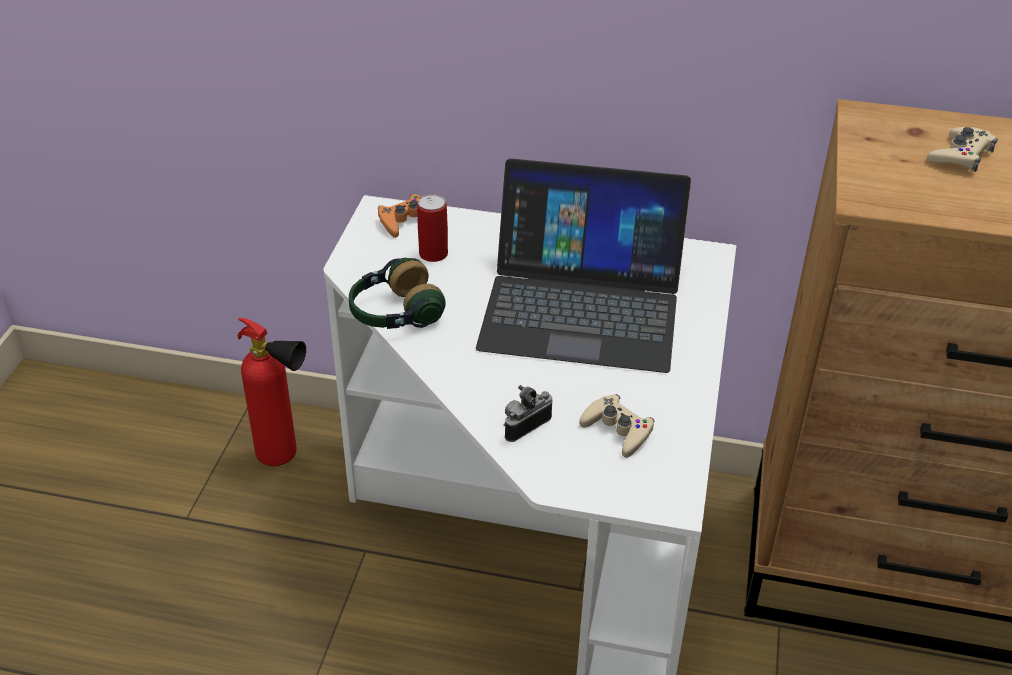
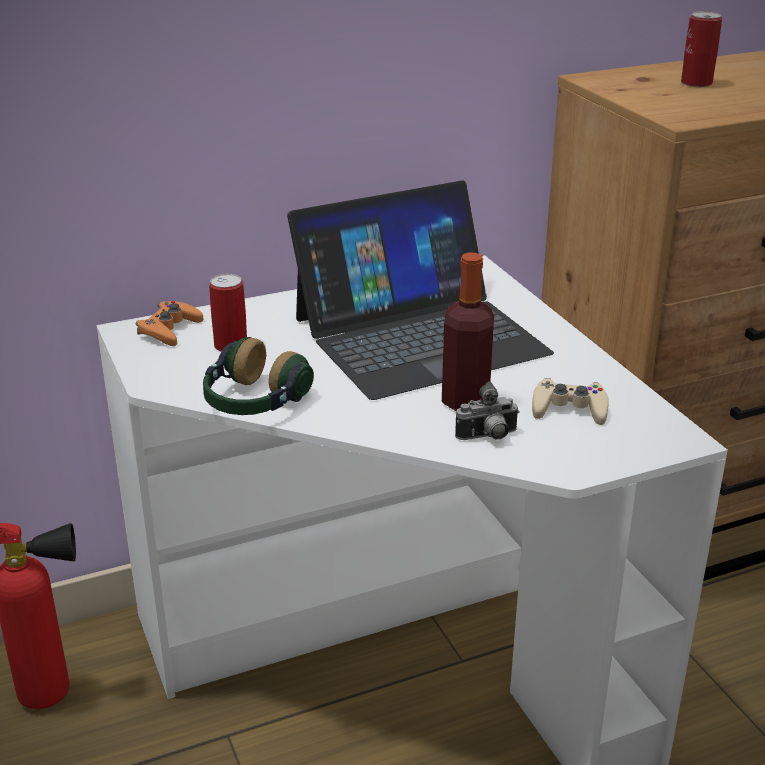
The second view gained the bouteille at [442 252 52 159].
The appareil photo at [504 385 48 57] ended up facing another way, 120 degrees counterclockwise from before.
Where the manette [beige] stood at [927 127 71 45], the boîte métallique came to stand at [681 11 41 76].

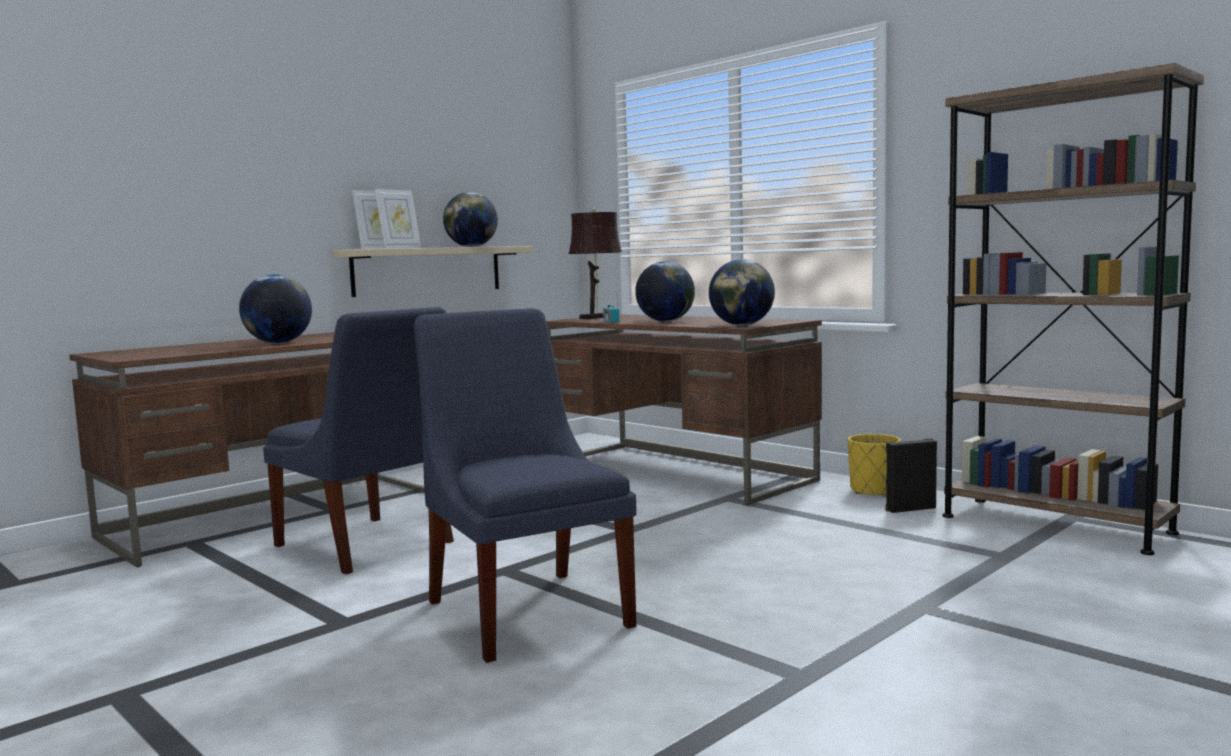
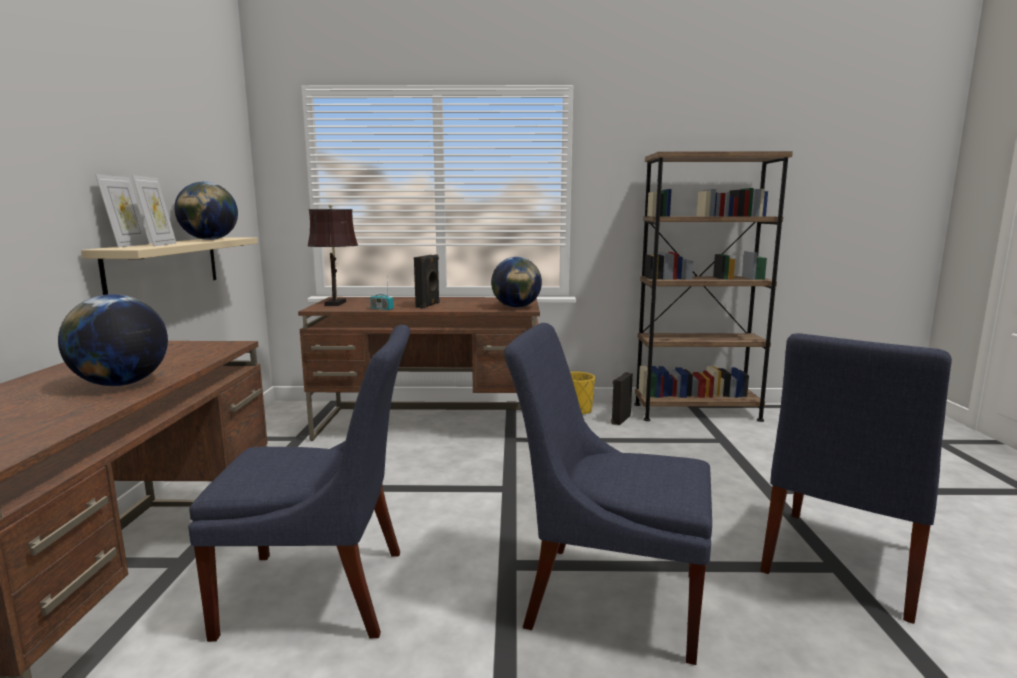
Where the globe stood at [635 261 60 61], the enceinte [noir] came to stand at [414 254 26 55].
The second view gained the chaise [bleu] at [760 333 192 291].

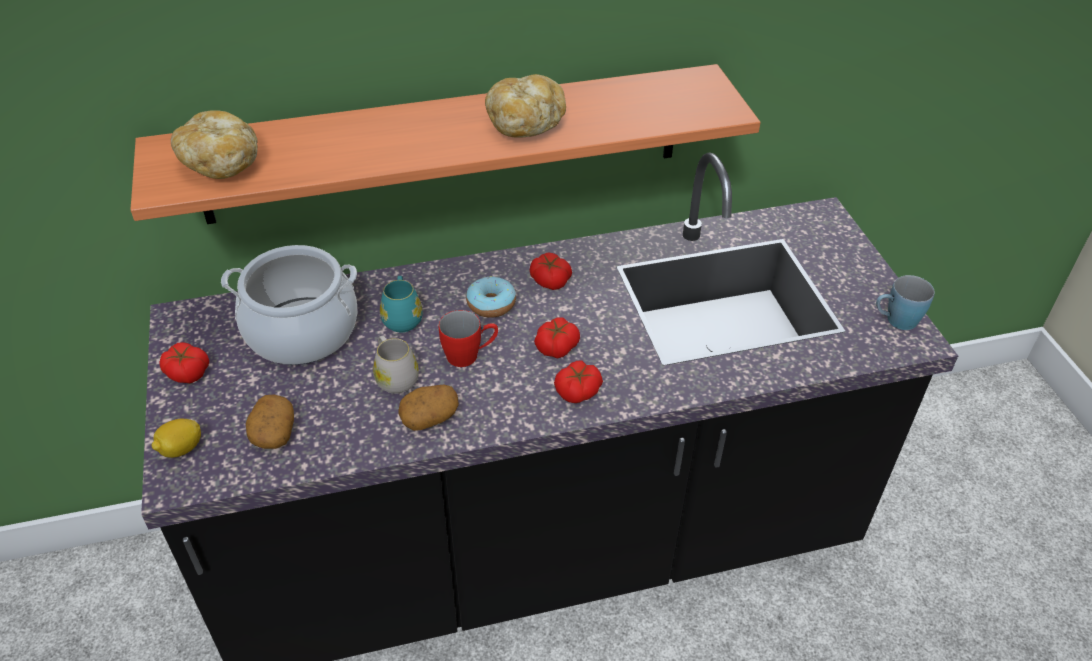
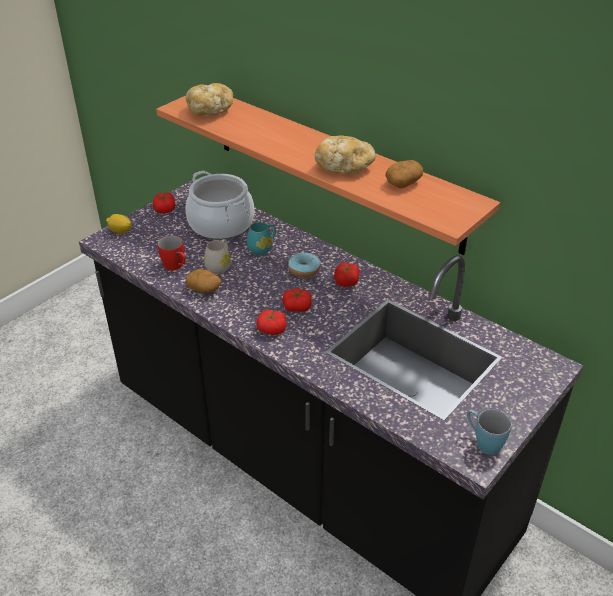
The mug [rouge] ended up elsewhere, having gone from [439 310 59 57] to [158 235 28 36].
The pomme de terre ended up elsewhere, having gone from [246 394 48 55] to [385 160 38 28].

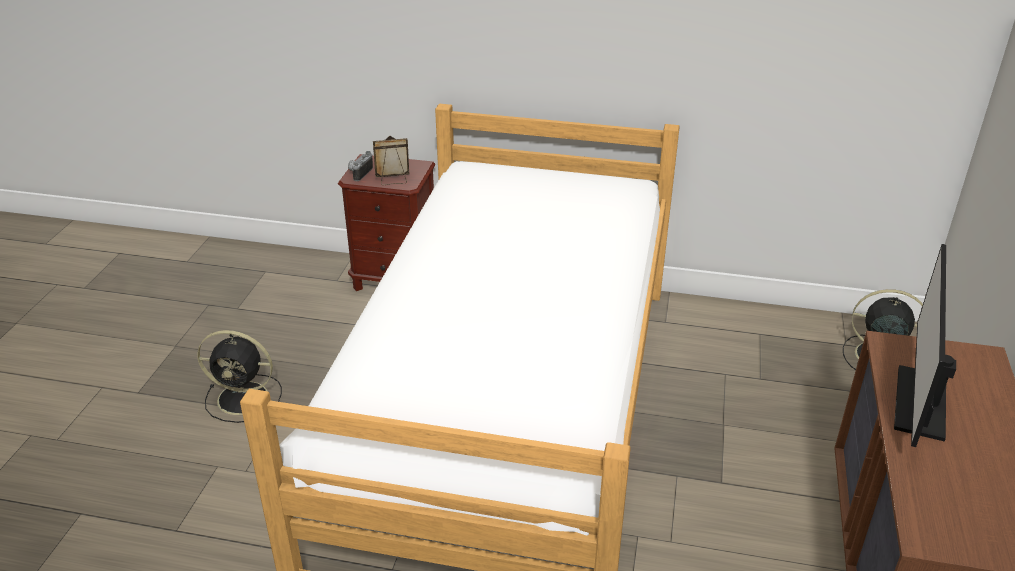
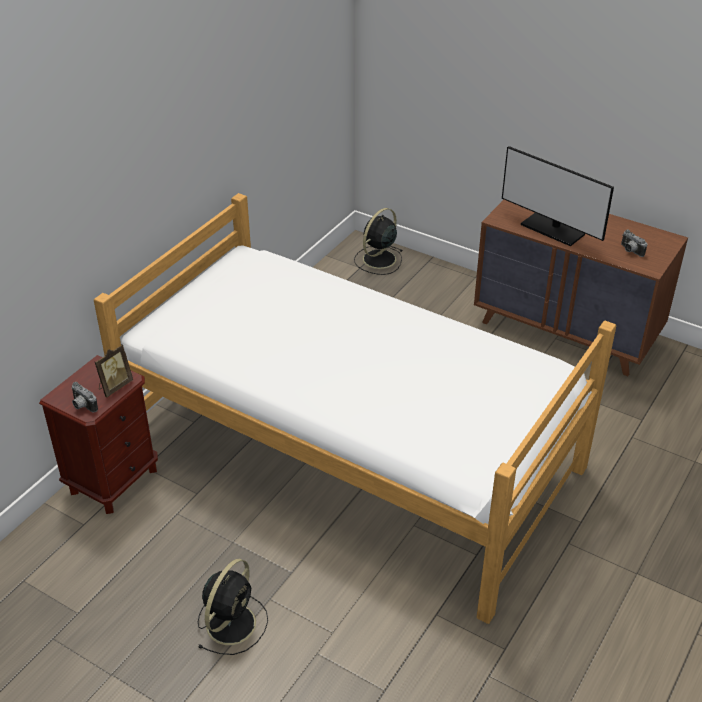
The cadre photo at [373 136 36 49] ended up facing another way, 150 degrees counterclockwise from before.
The second view gained the appareil photo at [621 230 27 27].

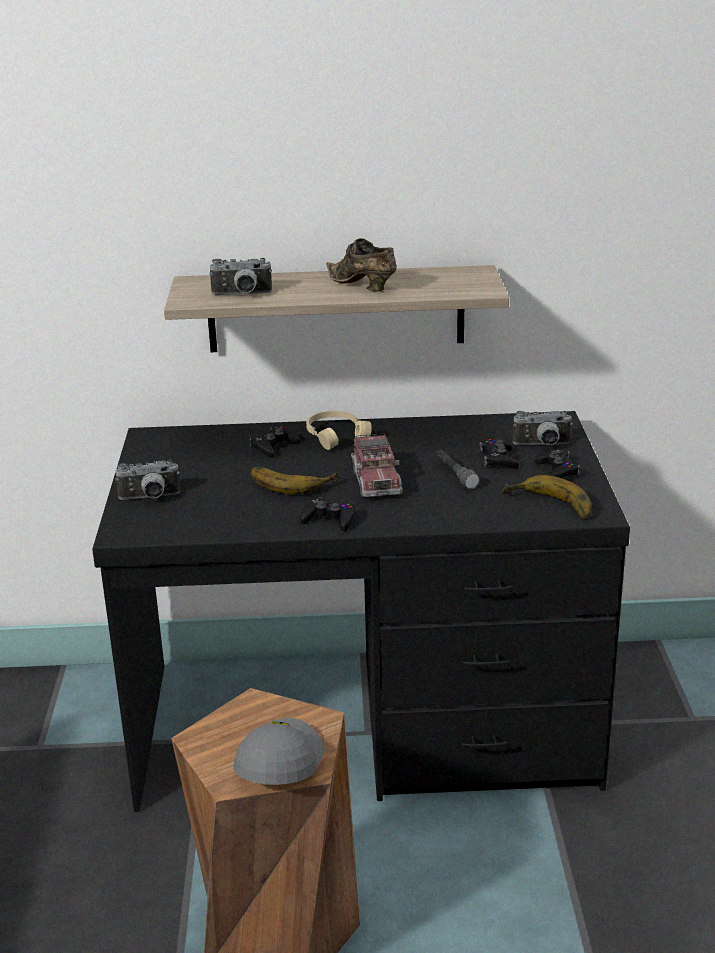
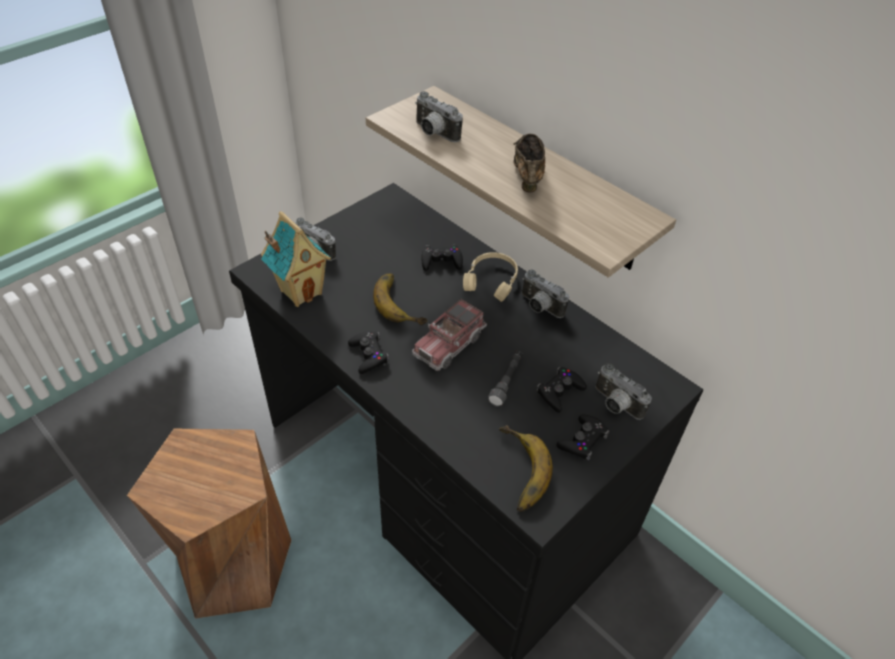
The second view gained the maison miniature at [261 211 70 96].
The second view gained the appareil photo at [522 269 47 49].
The second view lost the casquette [gris] at [233 718 92 67].

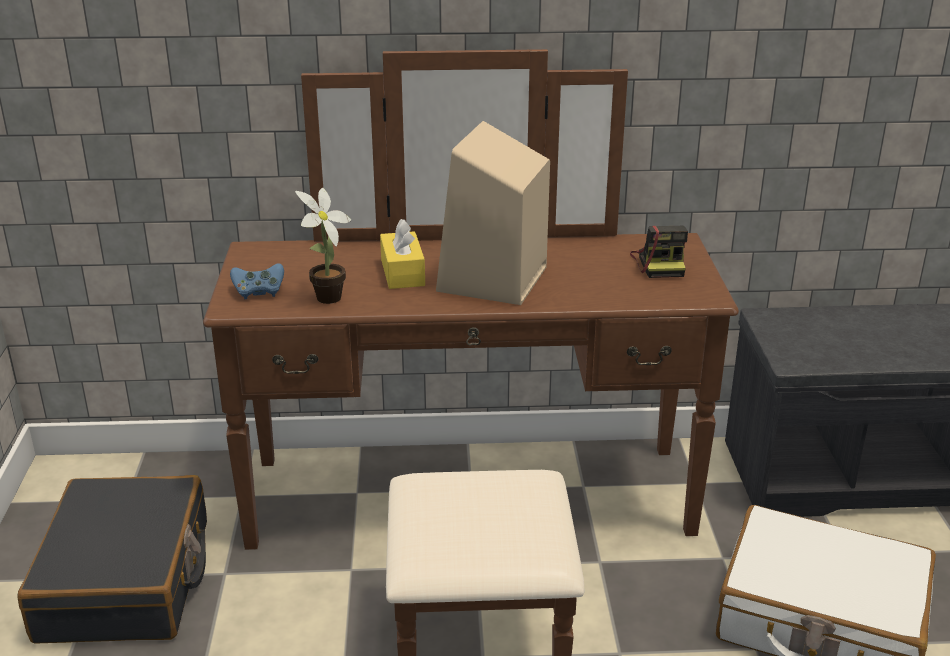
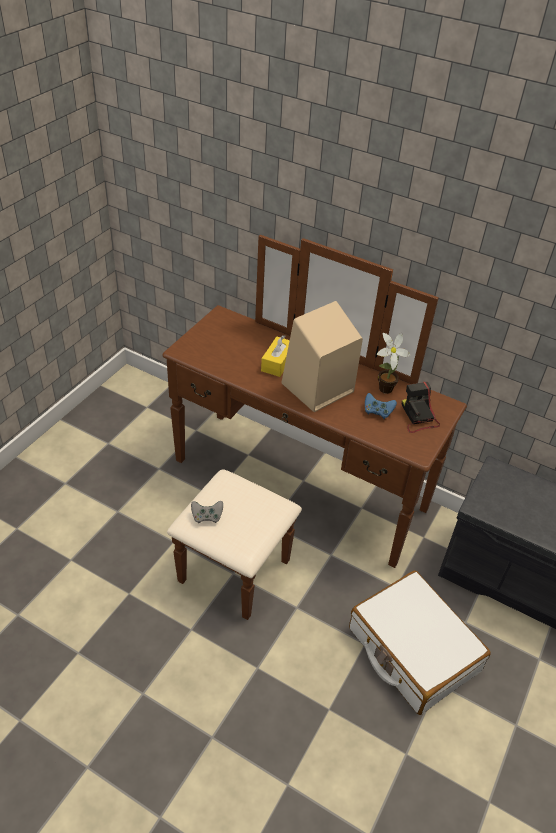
The second view gained the manette [gris] at [191 501 32 22].
The manette [bleu] ended up elsewhere, having gone from [230 263 54 36] to [365 393 32 26].
The plante en pot ended up elsewhere, having gone from [295 188 56 116] to [377 333 33 61].
The appareil photo at [630 225 58 53] ended up facing another way, 135 degrees clockwise from before.
The second view lost the valise [noir] at [17 475 190 169].

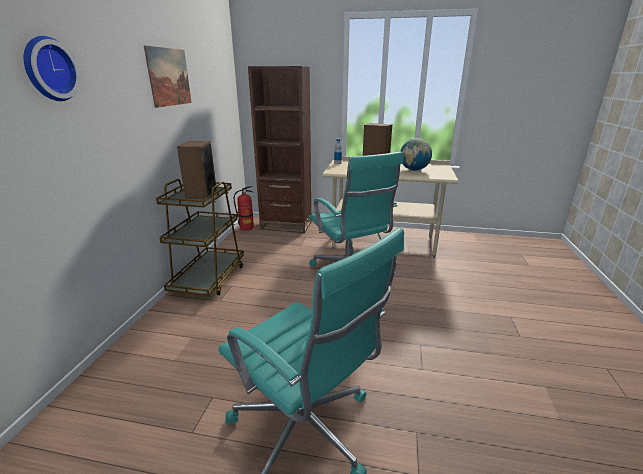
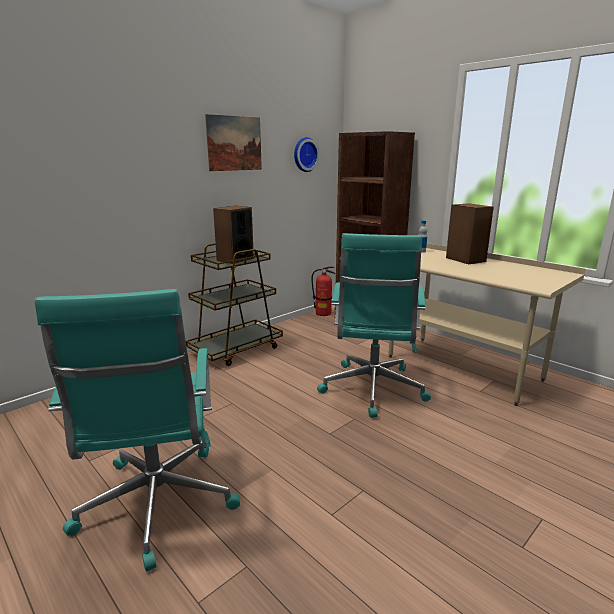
The horloge murale ended up elsewhere, having gone from [24 36 57 65] to [294 137 25 35].
The second view lost the globe at [400 138 32 33].

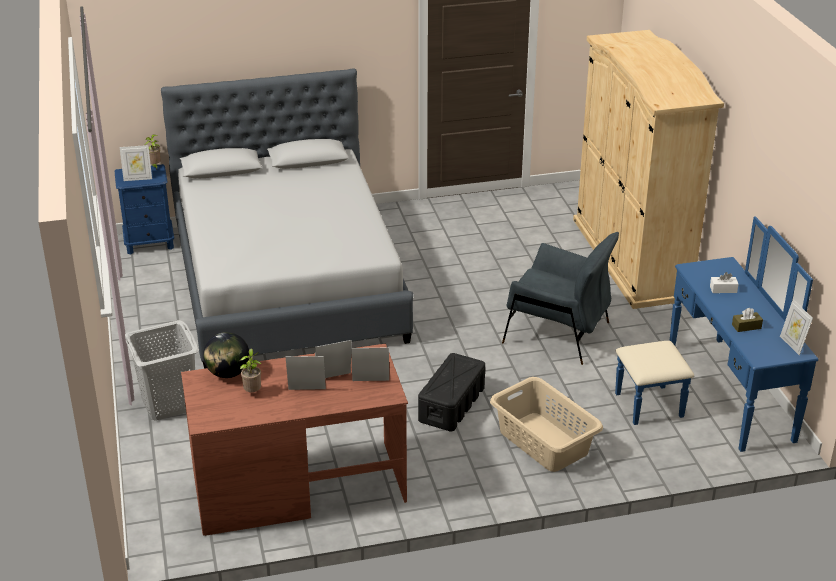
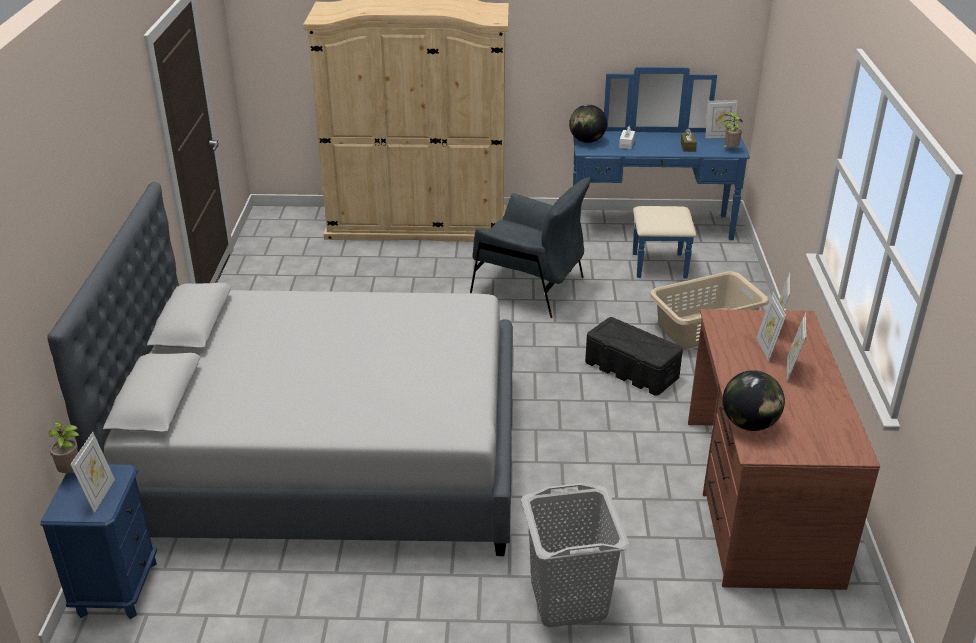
The fauteuil [gris] at [502 232 117 133] ended up facing another way, 75 degrees clockwise from before.
The second view gained the globe at [569 105 38 38].
The plante en pot ended up elsewhere, having gone from [240 349 21 43] to [722 112 21 36].

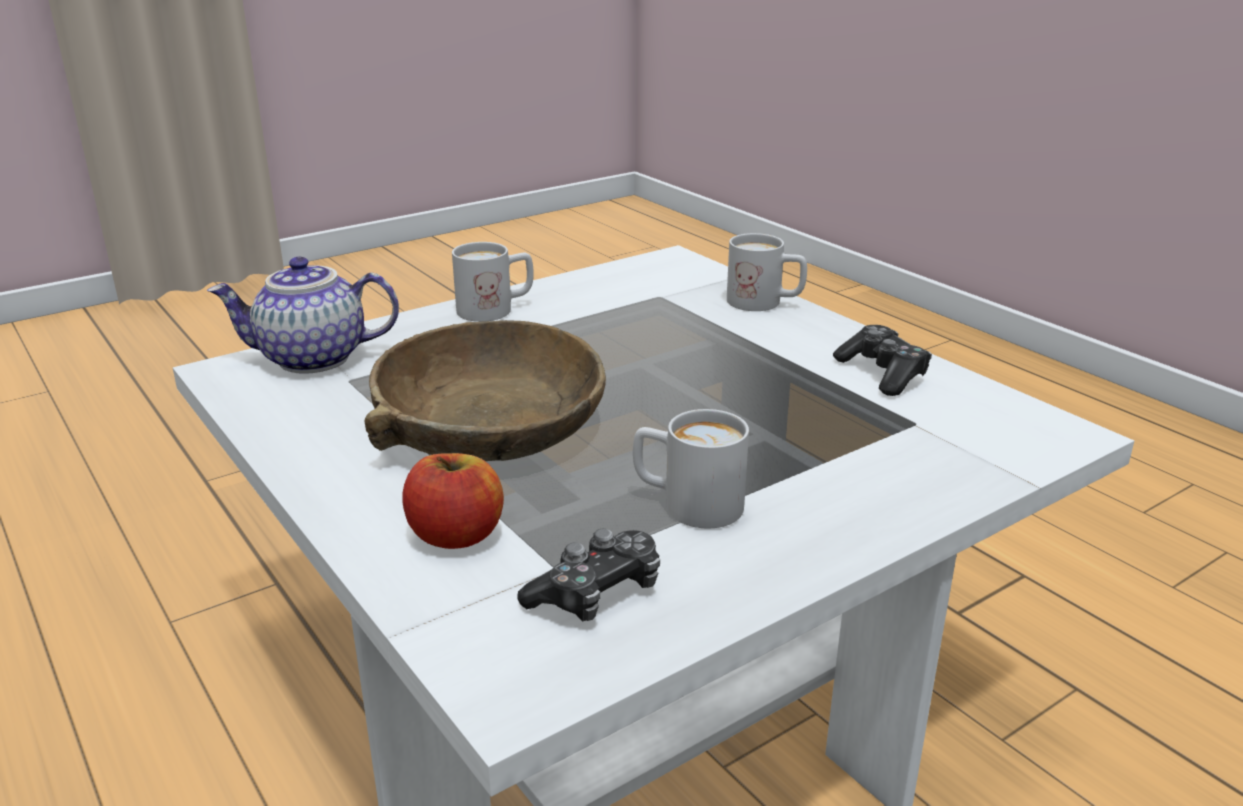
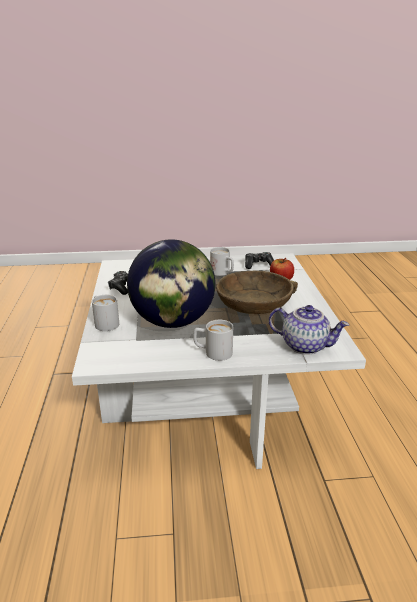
The second view gained the globe at [127 239 89 89].

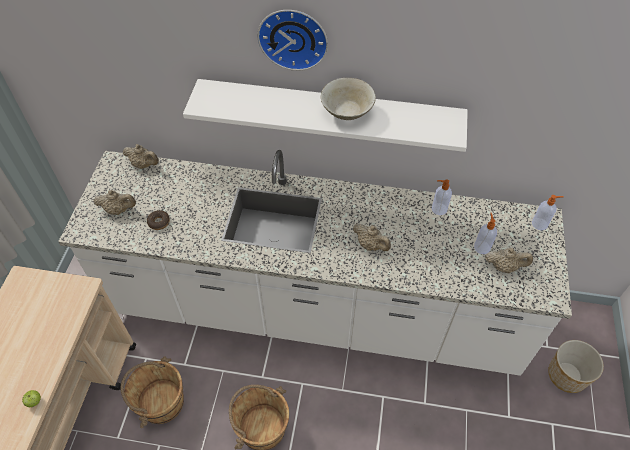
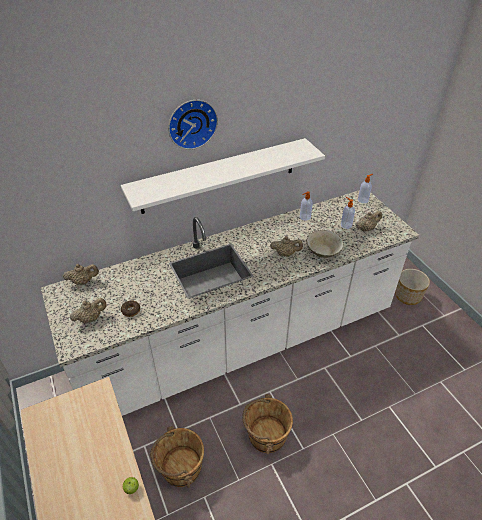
The bol [beige] ended up elsewhere, having gone from [321 78 55 42] to [307 230 36 28].

